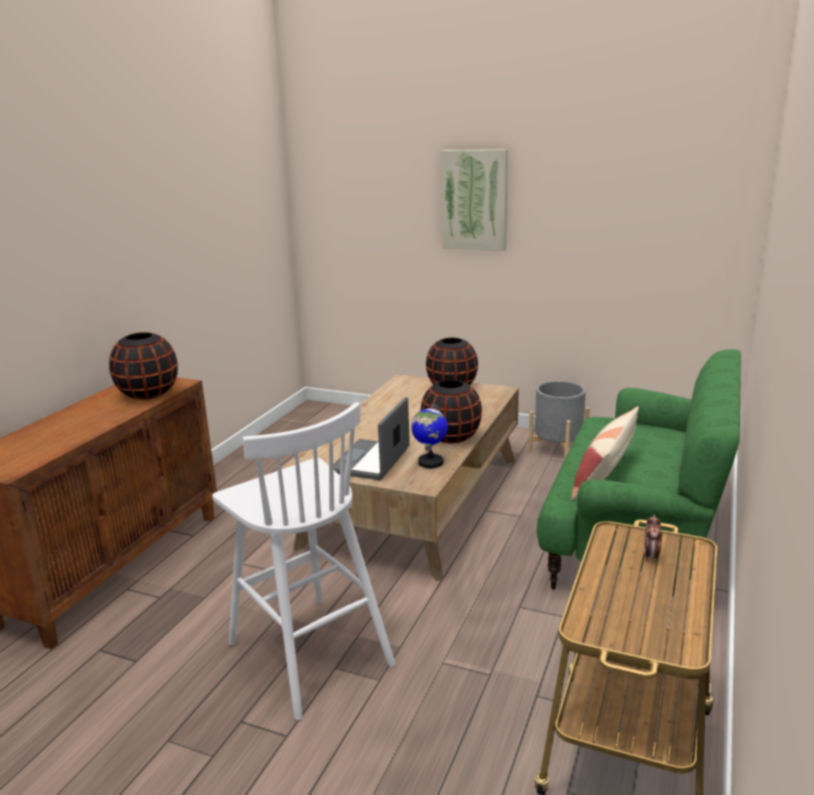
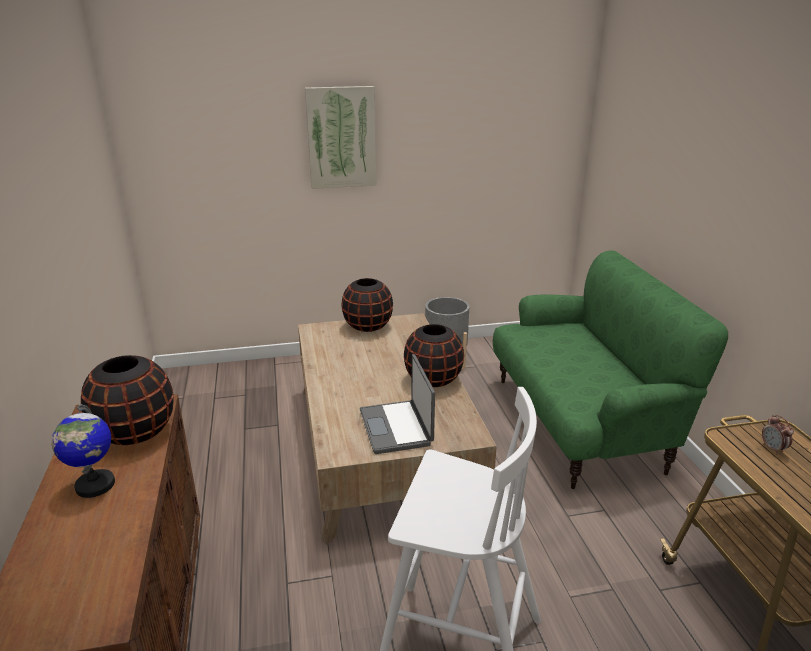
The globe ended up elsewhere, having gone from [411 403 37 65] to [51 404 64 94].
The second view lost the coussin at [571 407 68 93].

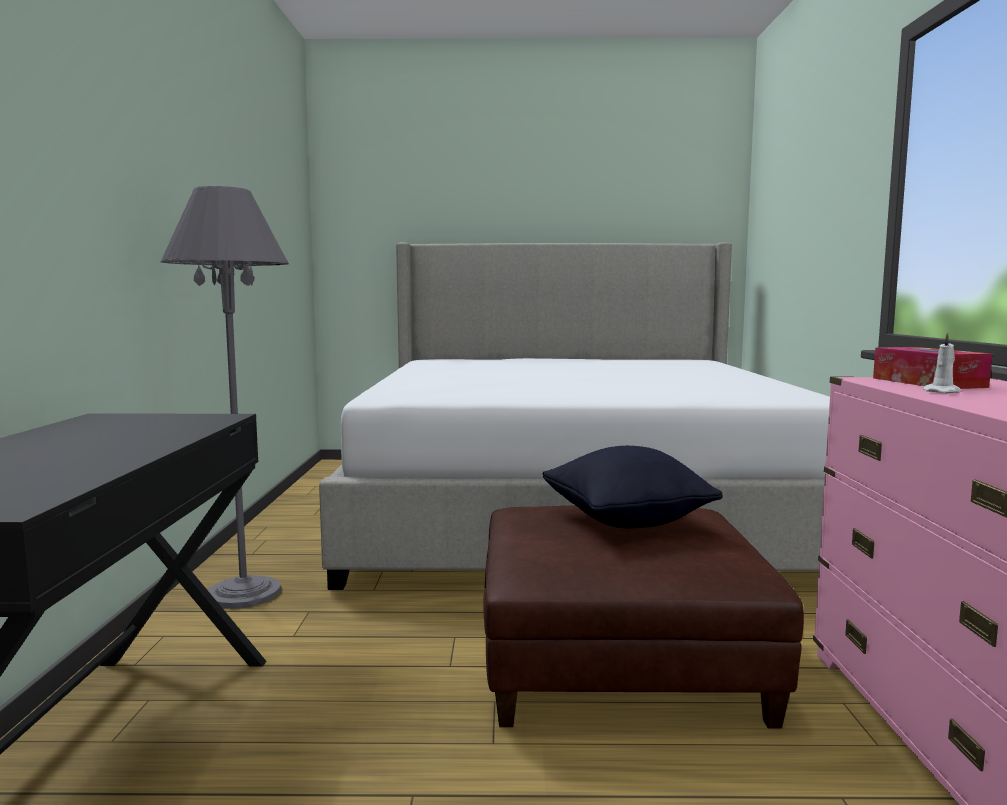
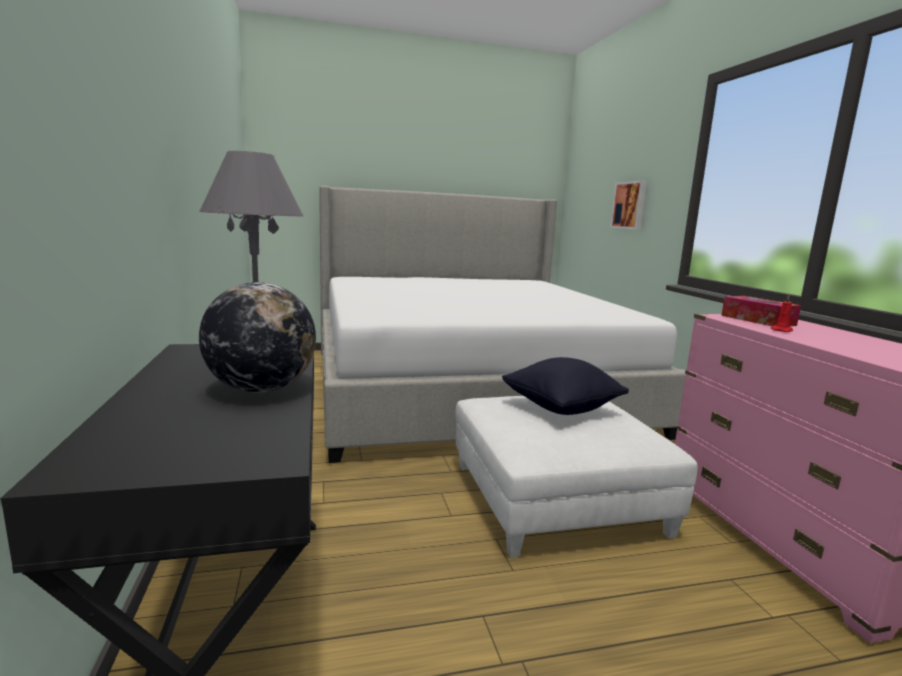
The second view gained the globe at [199 282 117 111].
What was the pouf [marron] at [483 506 321 222] turned into the pouf [blanc] at [455 396 242 162].
The second view gained the tableau at [610 181 37 49].
What was the bougie [blanc] at [923 332 38 61] turned into the bougie [rouge] at [770 295 23 37].

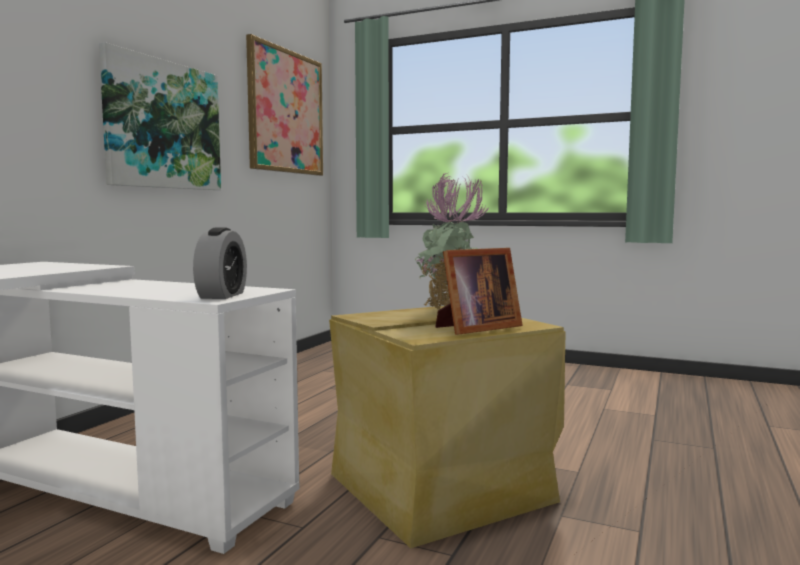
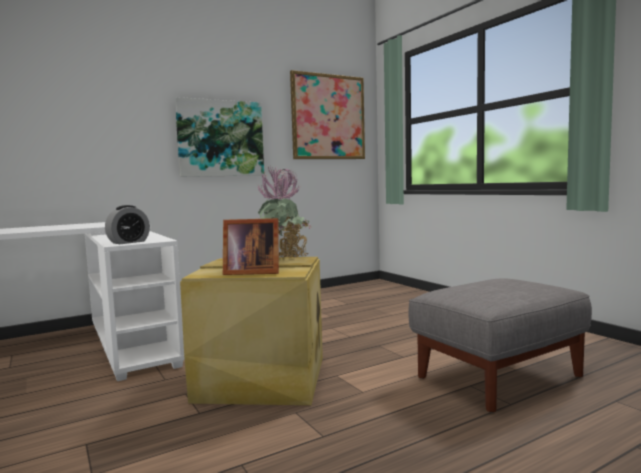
The second view gained the pouf [gris] at [408 278 184 134].

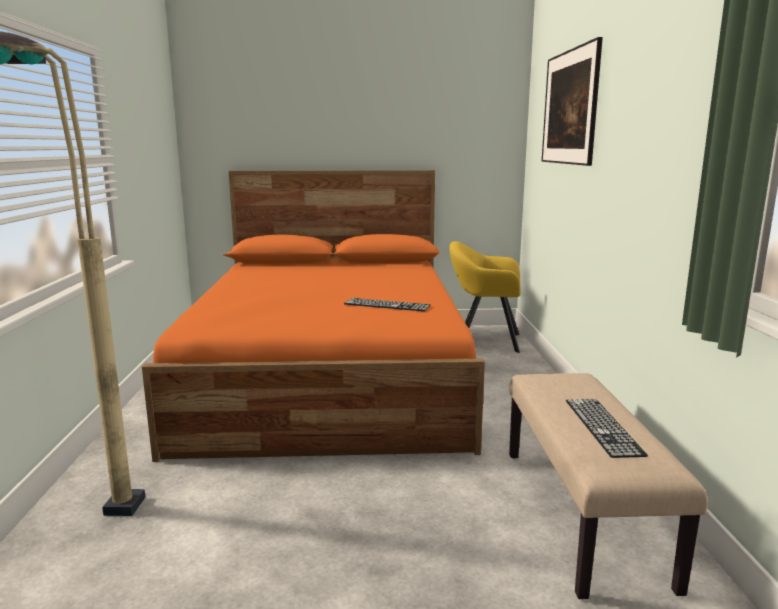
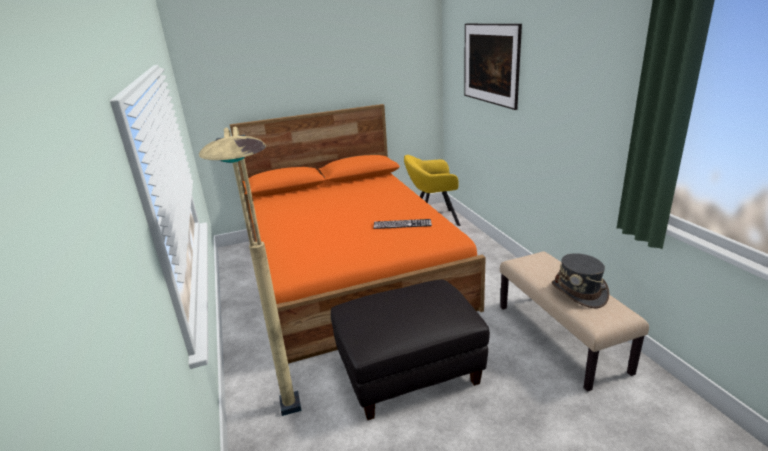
The second view gained the pouf [noir] at [331 280 159 140].
Where the clavier stood at [566 399 82 59], the chapeau [gris] came to stand at [551 253 58 55].

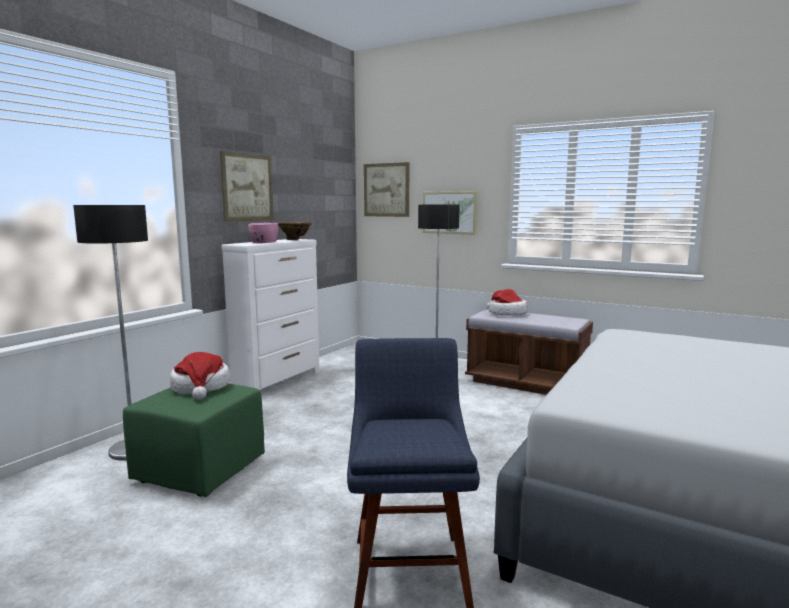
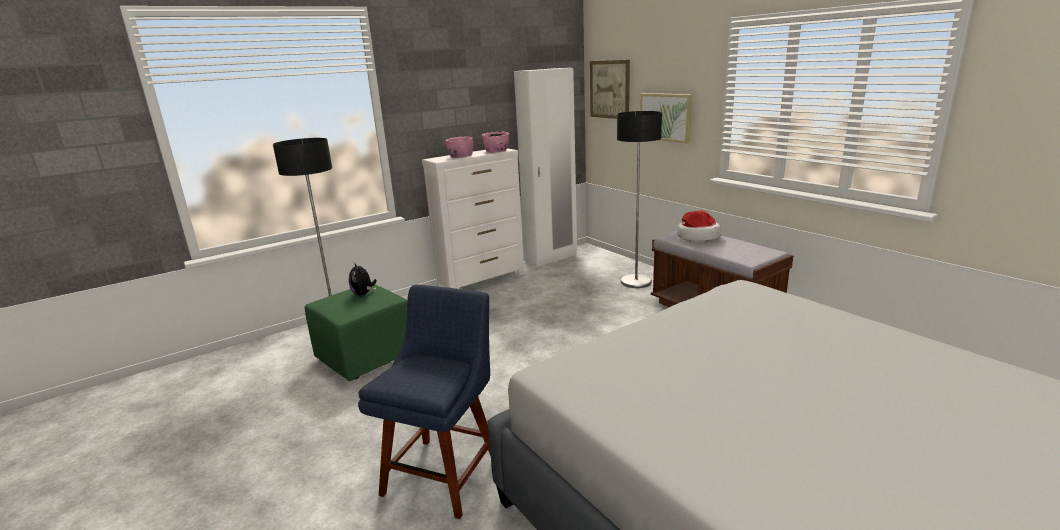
Where the chapeau stood at [170 352 60 48], the peluche came to stand at [349 262 27 33].
Where the vase [marron] stood at [278 222 34 18], the bol [rose] came to stand at [482 132 27 21].
The second view gained the armoire [blanc] at [514 68 63 199].
The second view lost the tableau at [220 151 54 71].

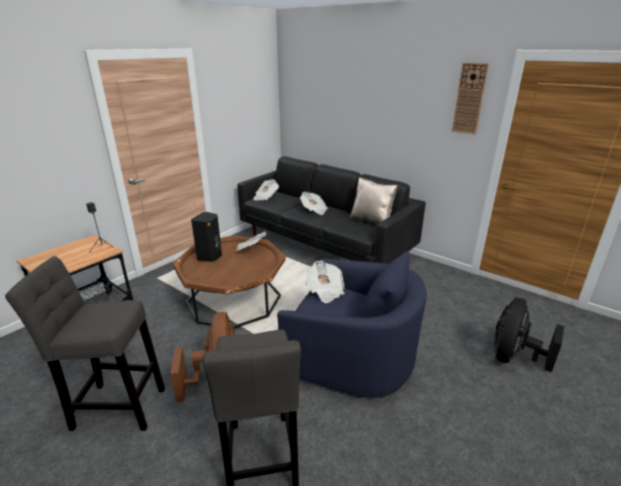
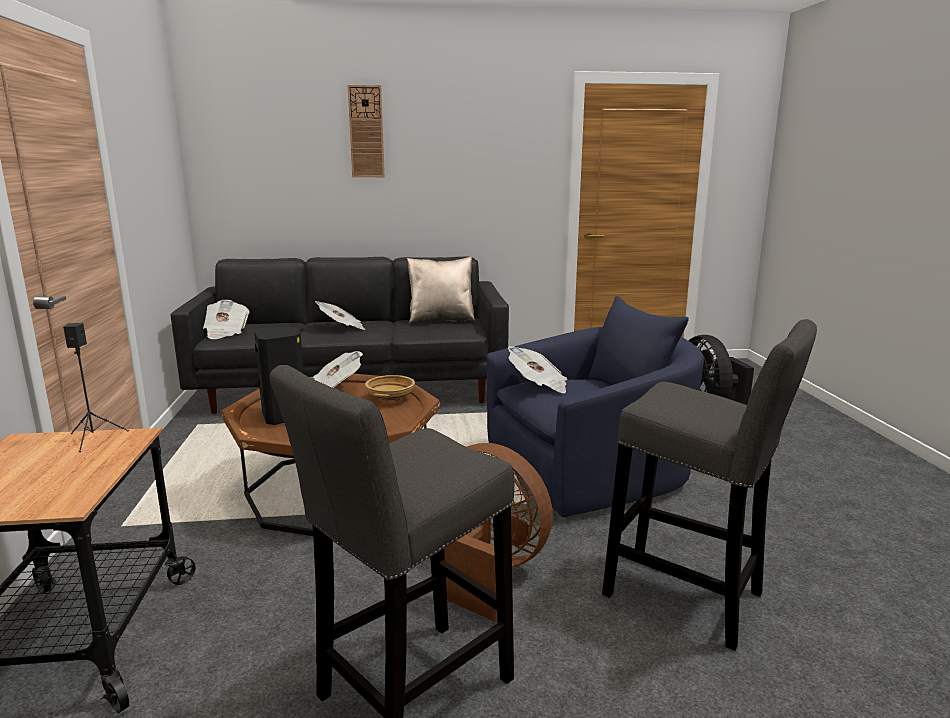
The horloge murale ended up elsewhere, having gone from [452 63 37 71] to [348 85 37 93].
The second view gained the bol [beige] at [365 375 50 27].

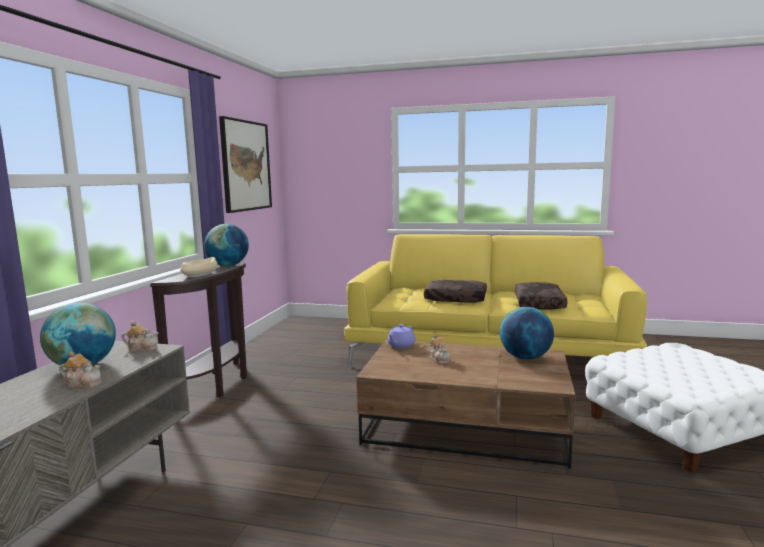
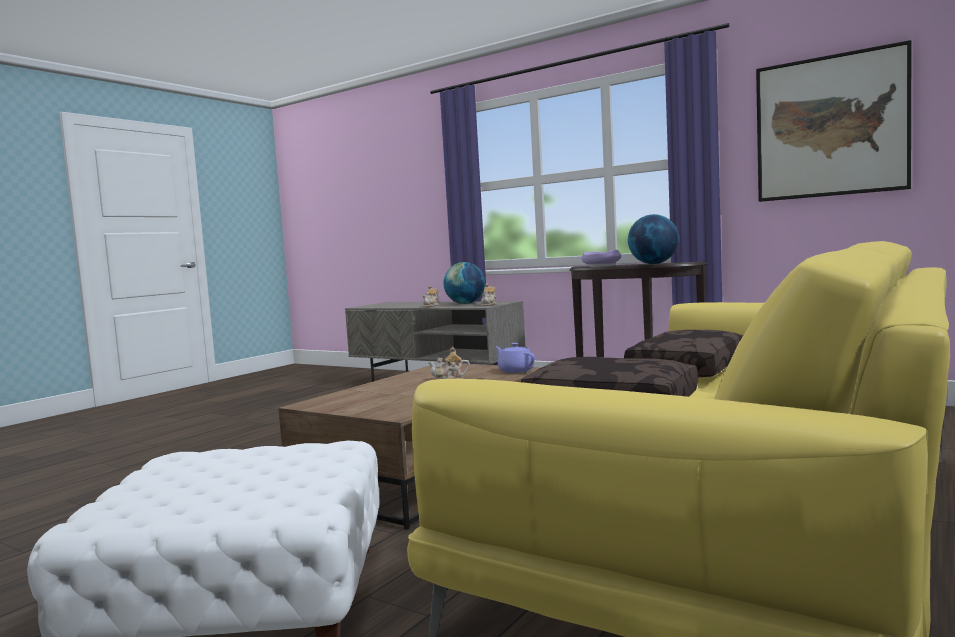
What was the bol [beige] at [180 257 38 21] turned into the bol [violet] at [582 250 39 17].
The second view lost the globe at [500 307 54 53].

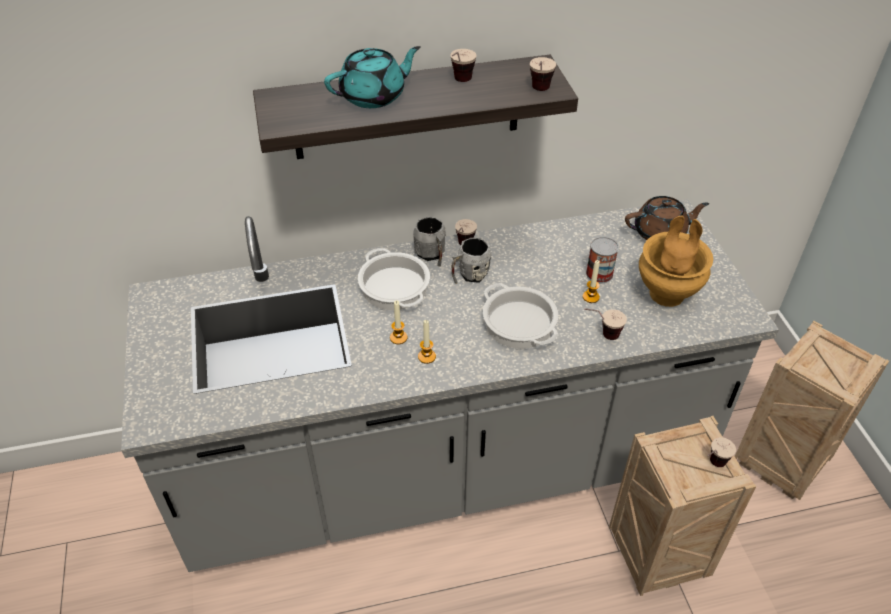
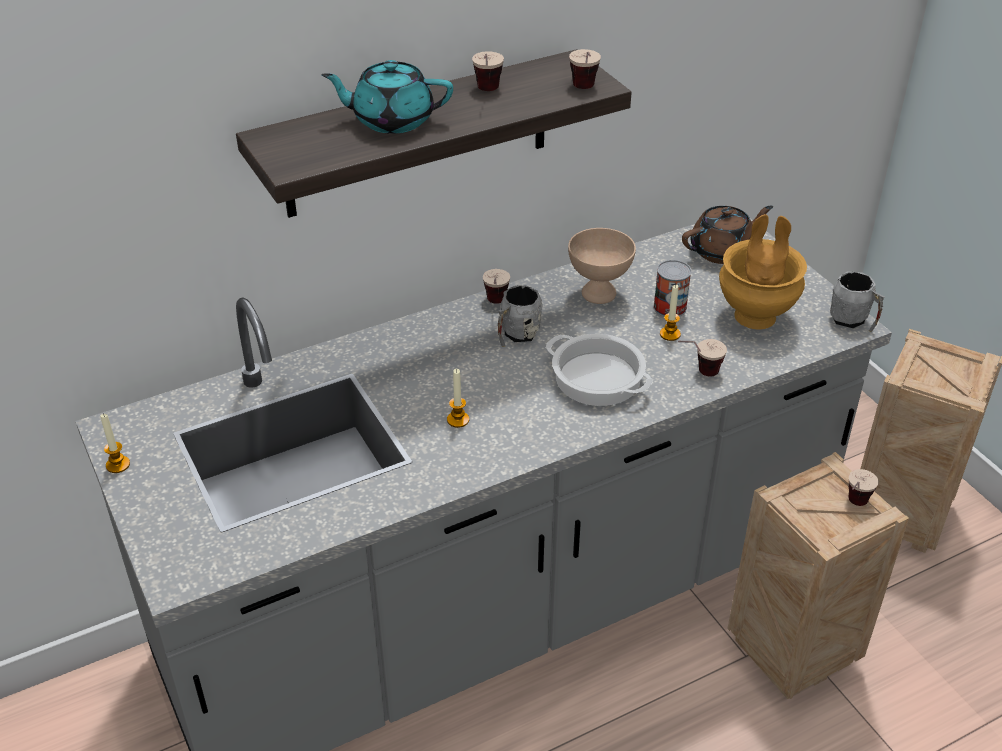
The bougie ended up elsewhere, having gone from [418 320 18 44] to [100 414 30 59].
The théière [turquoise] at [324 46 96 62] ended up facing another way, 135 degrees counterclockwise from before.
The second view gained the bol [beige] at [568 228 68 76].
The mug [gris] ended up elsewhere, having gone from [413 216 33 50] to [830 271 55 61].
The second view lost the marmite at [358 248 72 62].

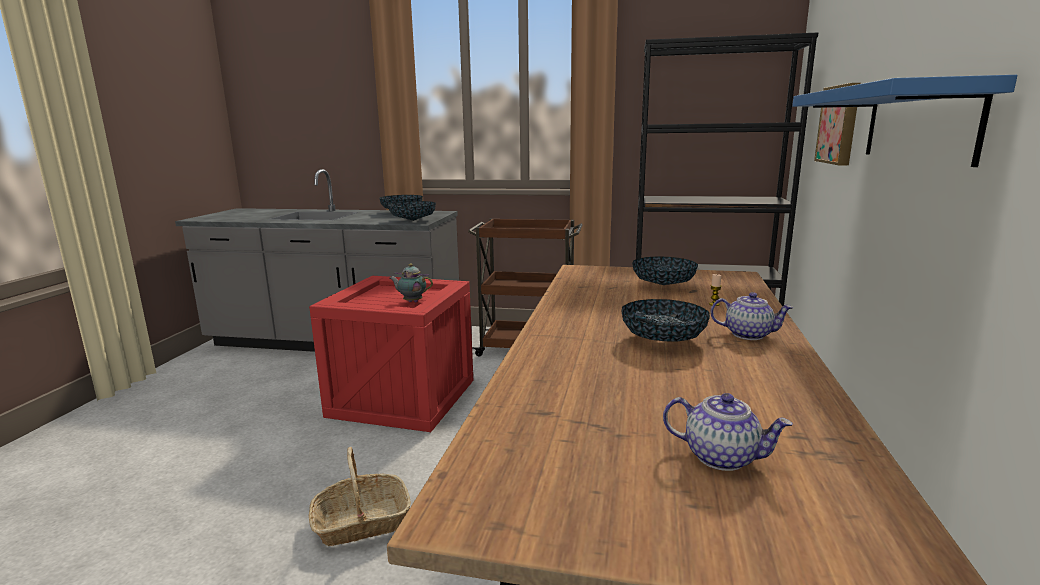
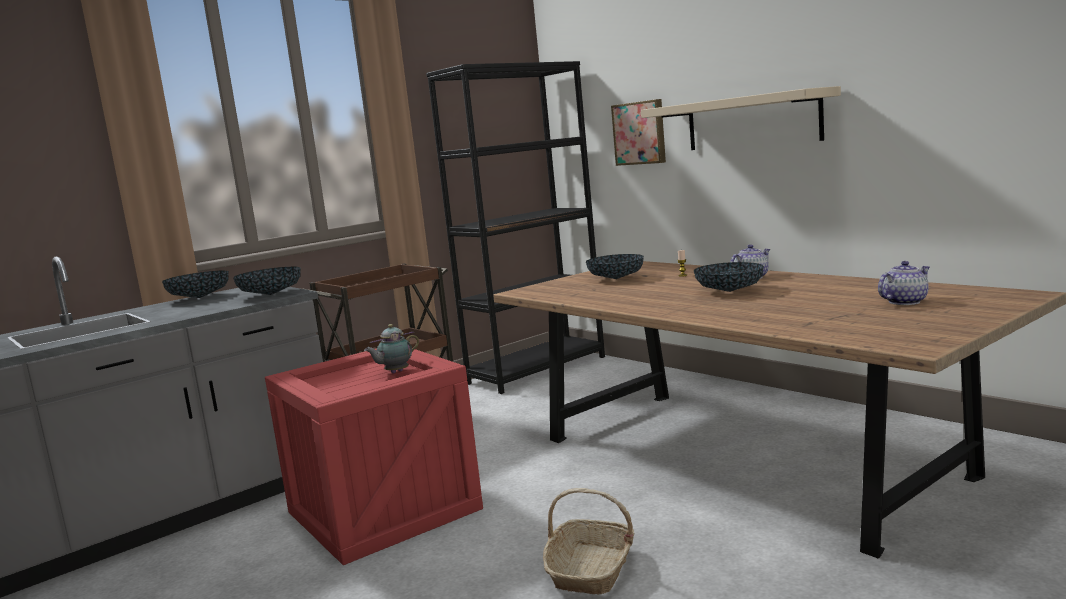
What was the étagère [bleu] at [792 75 225 92] turned into the étagère [beige] at [641 86 200 64].

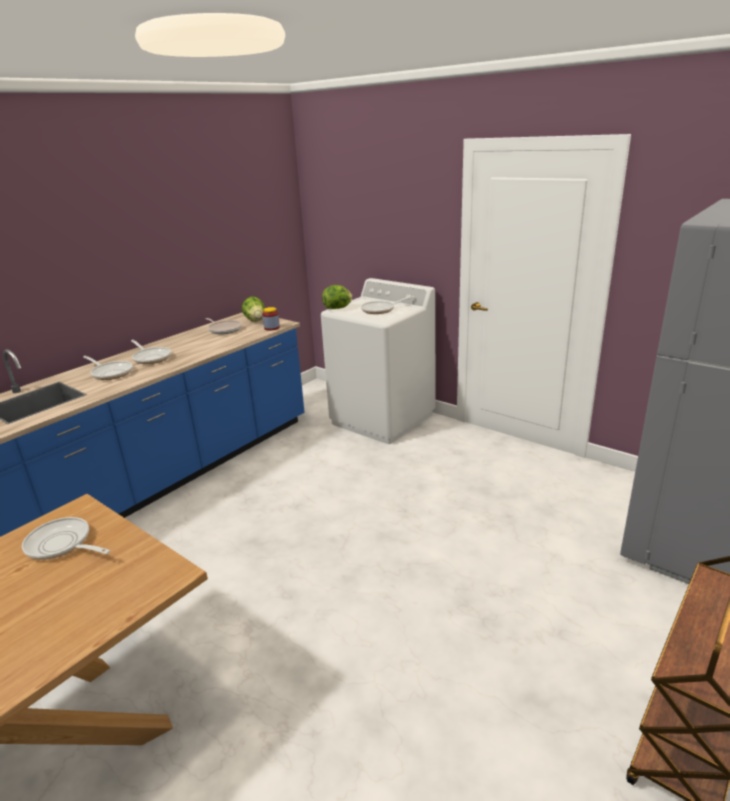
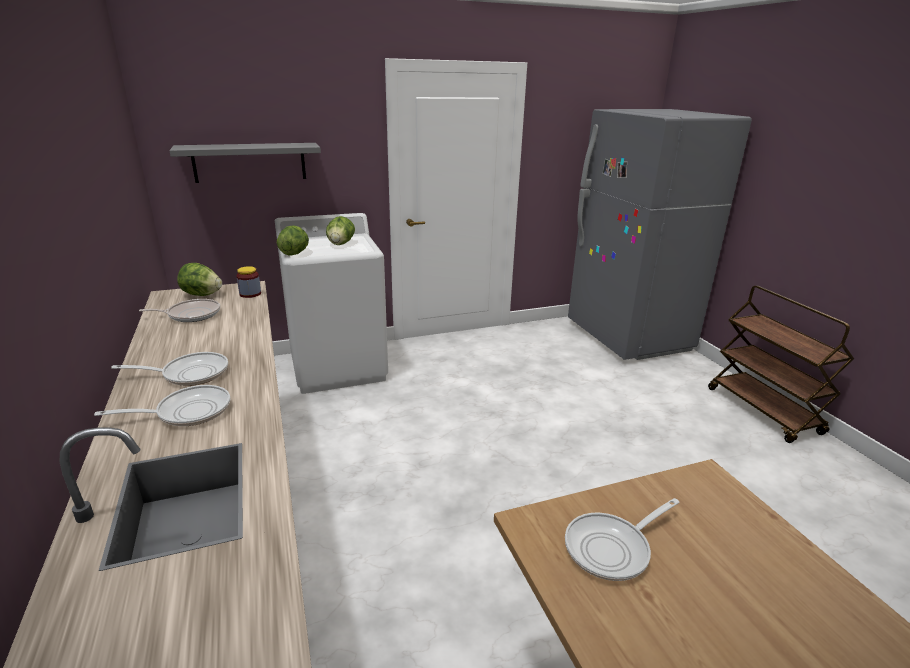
The second view gained the étagère [gris] at [169 143 152 40].
Where the poêle stood at [361 296 53 18], the laitue came to stand at [326 216 29 29].

